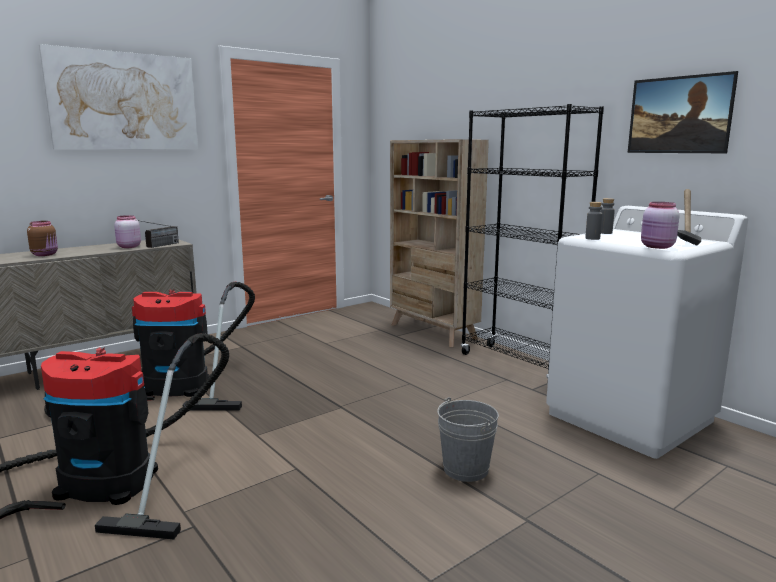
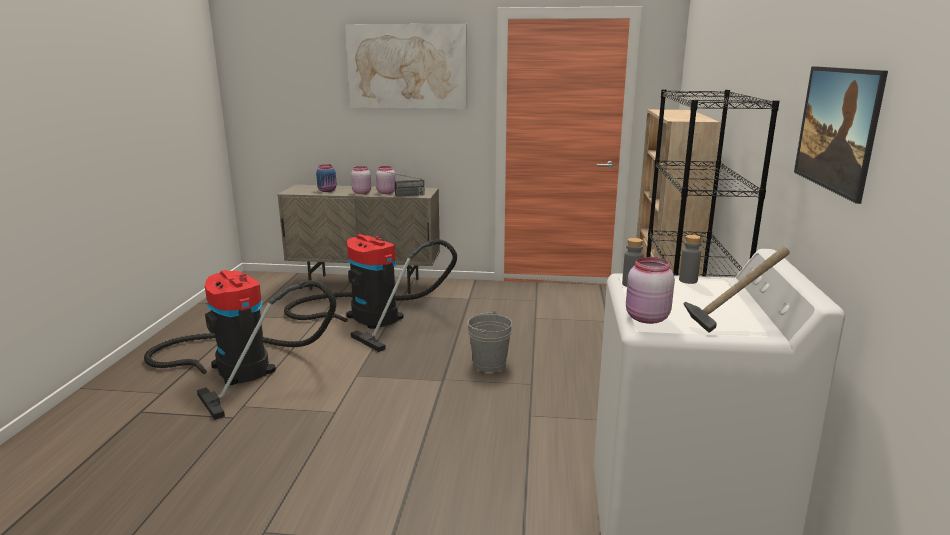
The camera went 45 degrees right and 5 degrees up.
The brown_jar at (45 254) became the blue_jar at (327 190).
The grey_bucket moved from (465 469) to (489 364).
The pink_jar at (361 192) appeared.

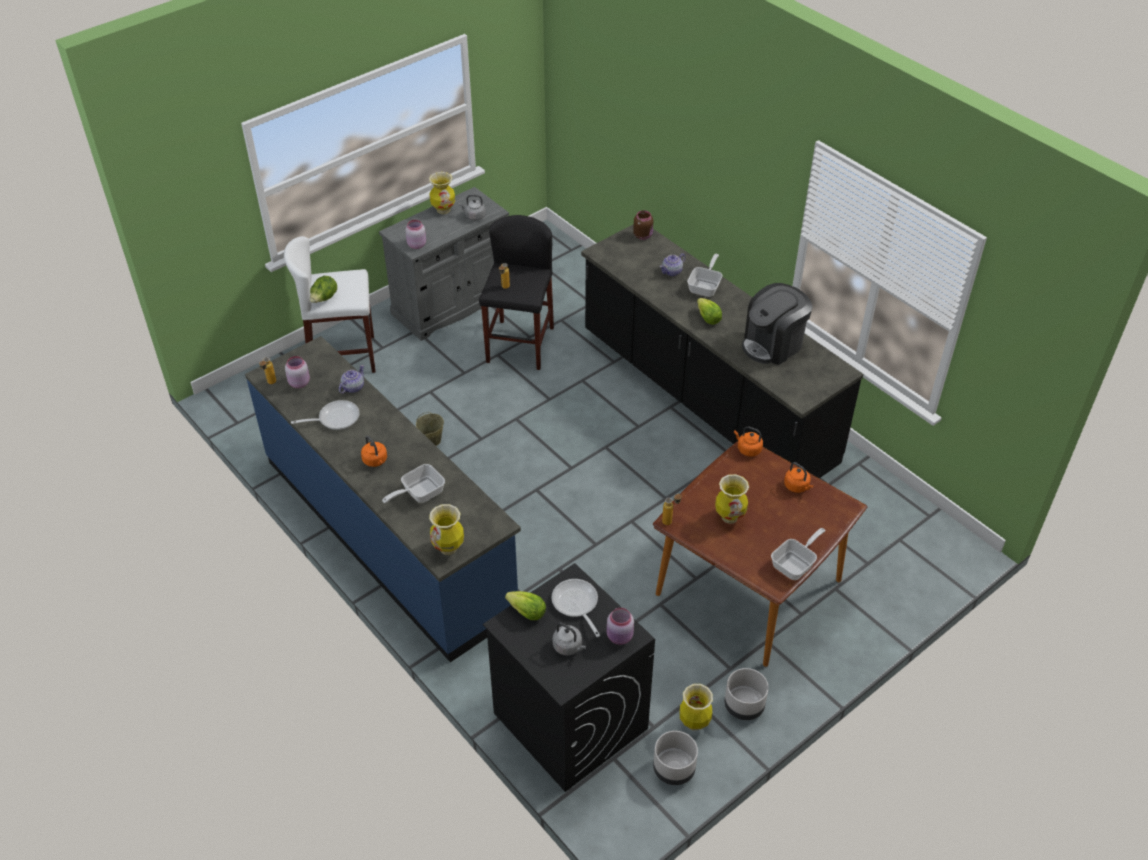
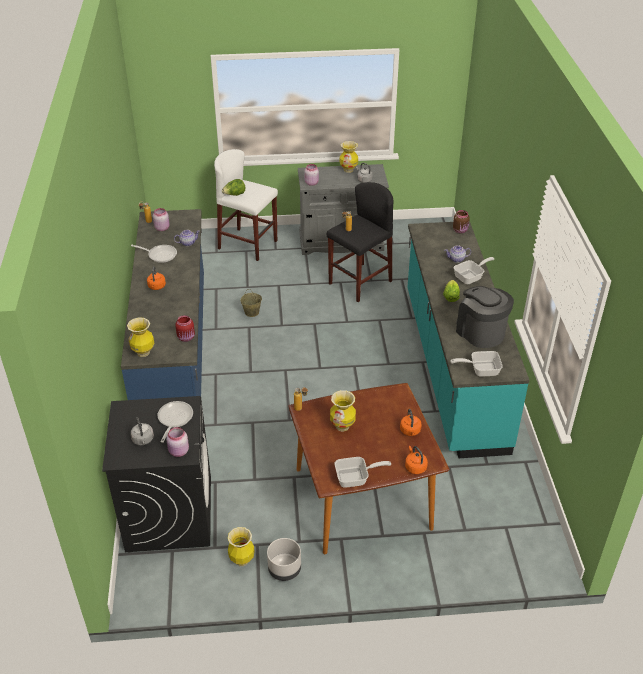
The camera went 35 degrees right and 5 degrees down.
The black_counter at (705 398) became the turquoise_counter at (452 367).
The coffee_machine at (773 344) turned 60 degrees clockwise.
The orange_kettle moved from (748 449) to (415 467).
The frying_pan moved from (419 493) to (480 370).
The lettuce at (527 612) disappeared.
The grey_planter at (673 769) disappeared.
The red_jar at (186 338) appeared.

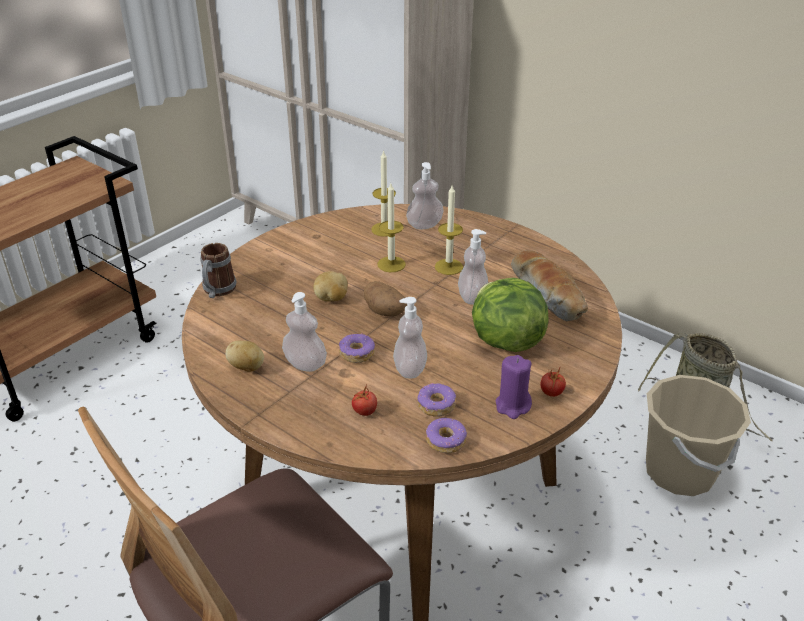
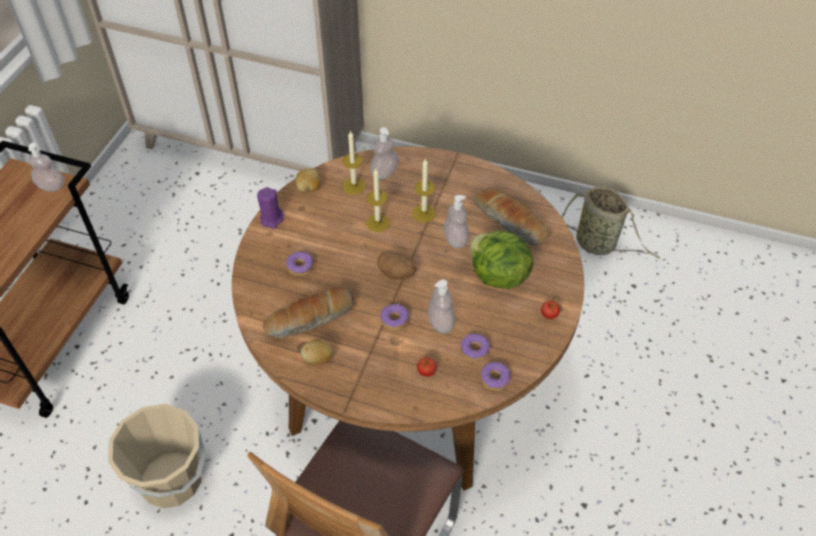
The camera went 20 degrees left and 15 degrees up.
The mug at (217 291) disappeared.
The potato moved from (331 299) to (309 188).
The soap_dispenser moved from (305 364) to (51 186).
The purple_candle moved from (512 406) to (271 219).
The beige_bucket moved from (680 472) to (171 480).
The donut at (300 267) appeared.
The bread at (311 320) appeared.

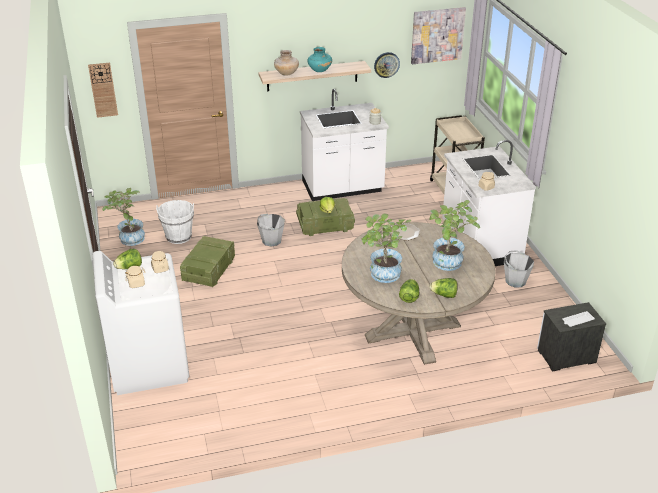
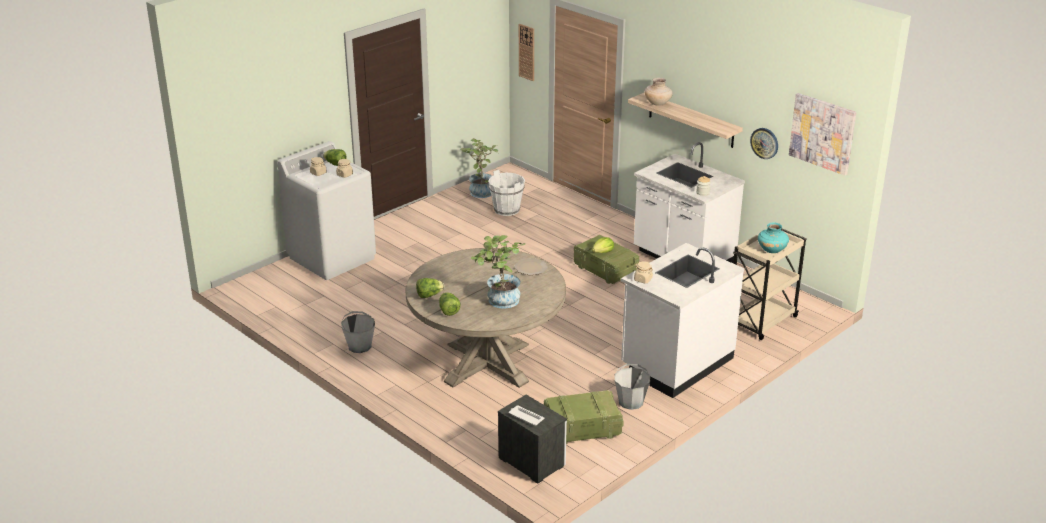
The camera went 60 degrees right and 5 degrees down.
The turquoise_vase moved from (319 70) to (771 250).
The grey_bucket moved from (271 240) to (359 346).
The potted_plant at (382 276) disappeared.
The crate moved from (209 270) to (583 428).

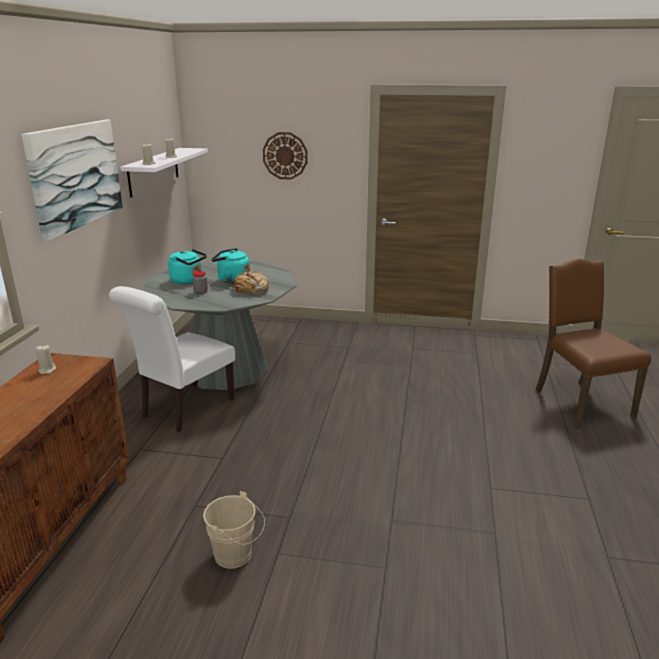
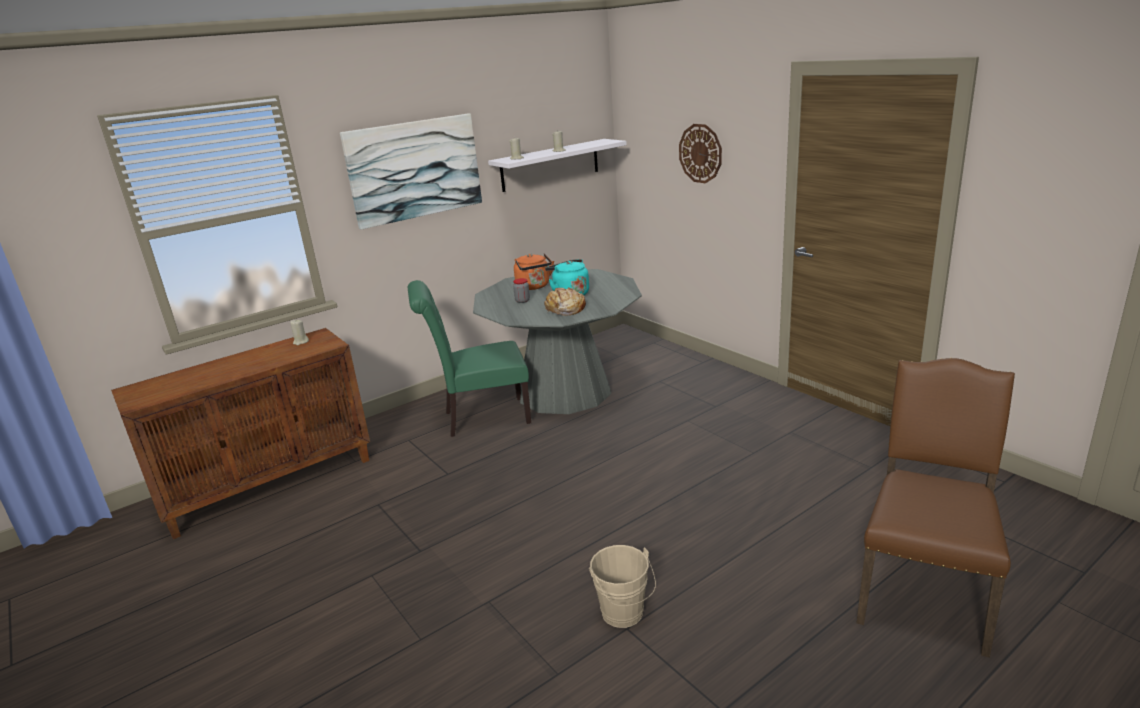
The camera went 45 degrees right and 0 degrees up.
The turquoise_kettle at (188 280) became the orange_kettle at (534 287).
The white_chair at (184 410) became the green_chair at (481 418).
The beige_bucket moved from (236 556) to (624 615).

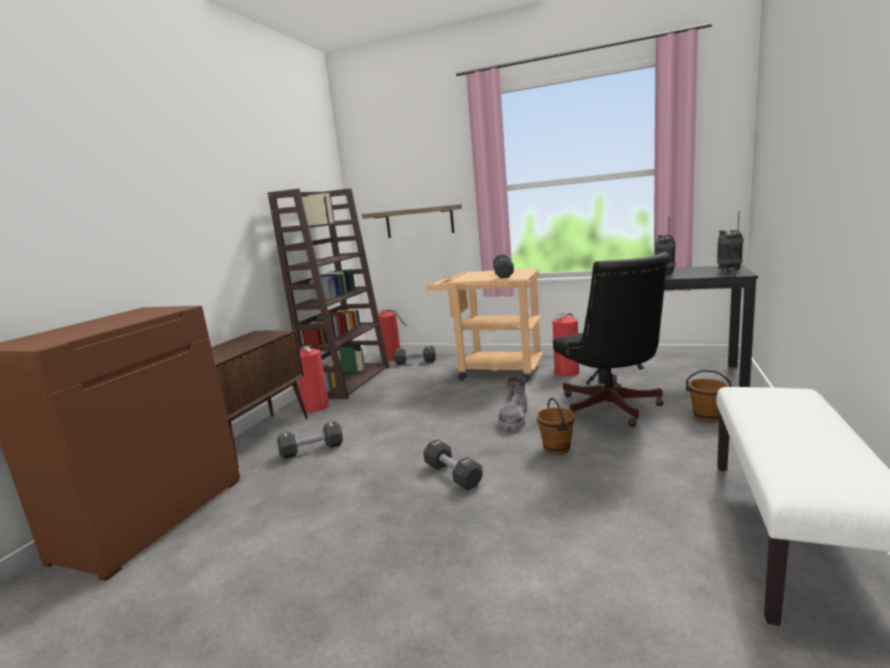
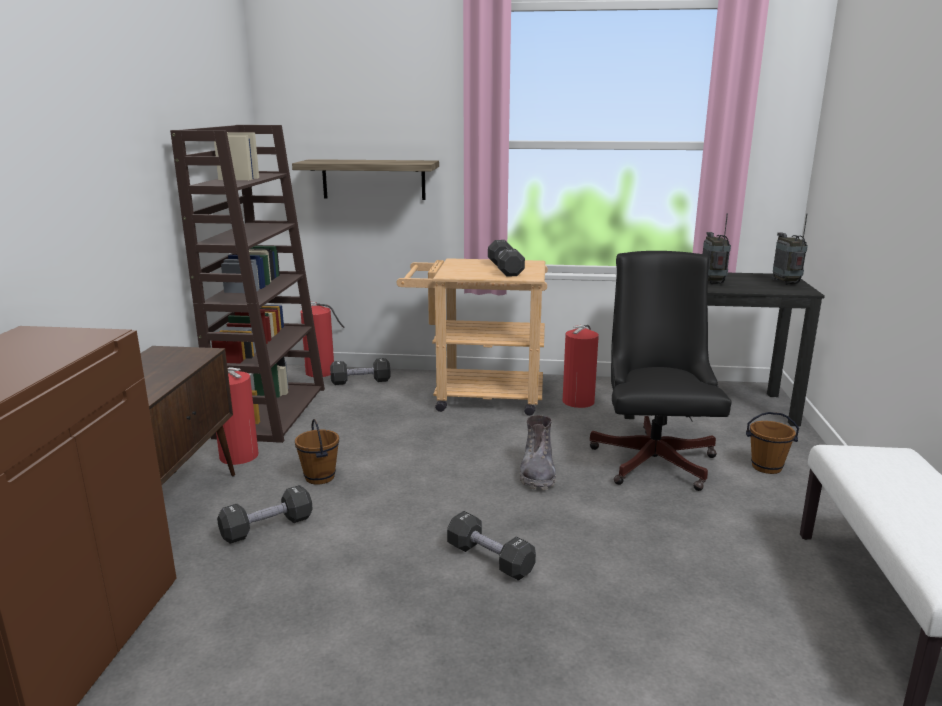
The camera went 15 degrees left and 5 degrees up.
The black_office_chair at (611 409) turned 150 degrees counterclockwise.
The brown_bucket moved from (557 449) to (320 477).

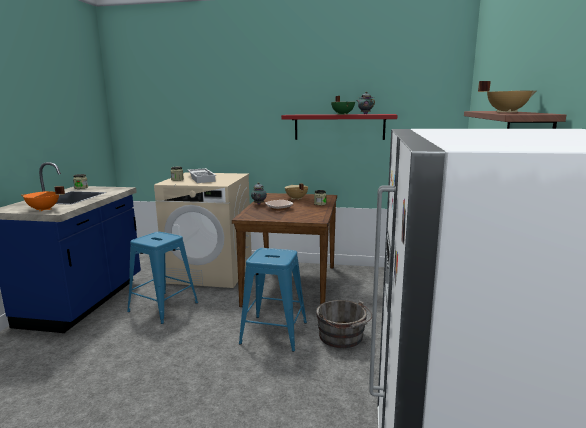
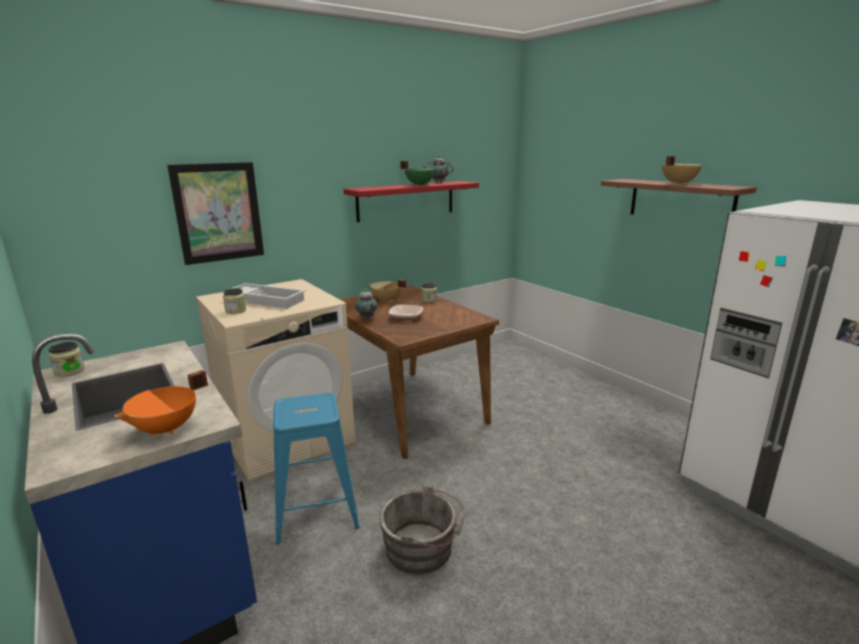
The camera went 45 degrees left and 5 degrees up.
The blue_stool at (274 332) disappeared.
The grey_bucket moved from (342 337) to (423 549).
The picture at (218 212) appeared.

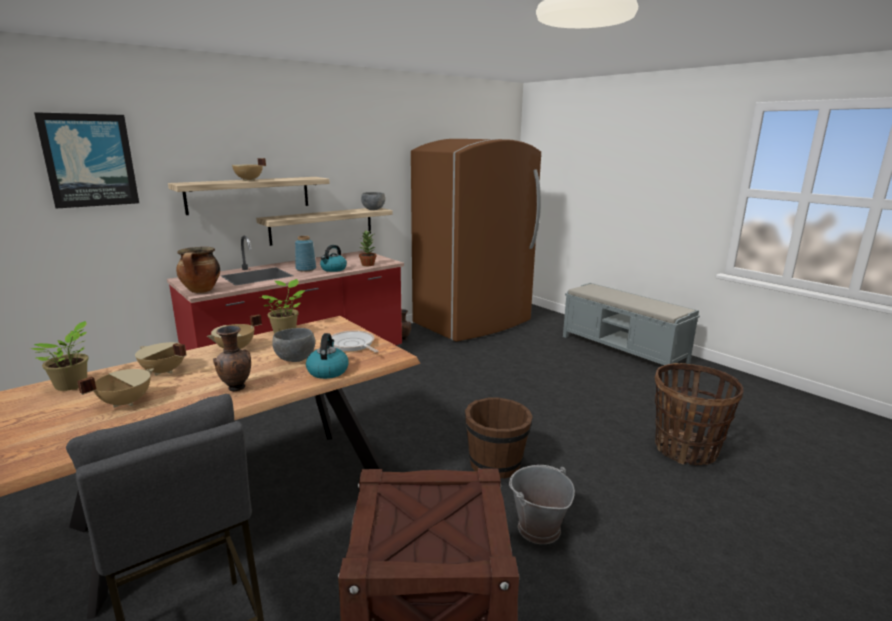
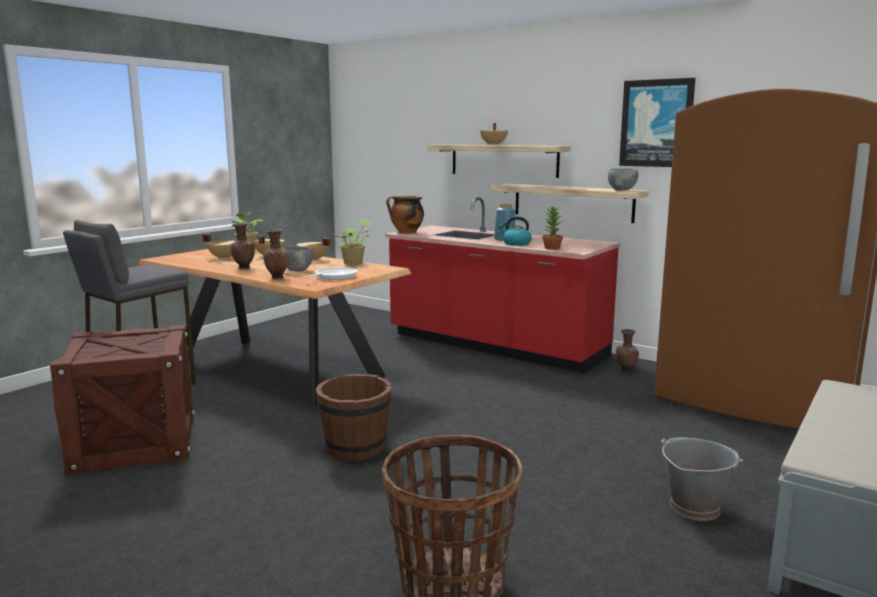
The camera went 75 degrees right and 5 degrees down.
The picture moved from (89 160) to (656 123).
The kettle at (327 371) was replaced by the brown_vase at (277 277).
The grey_bucket moved from (538 529) to (693 507).

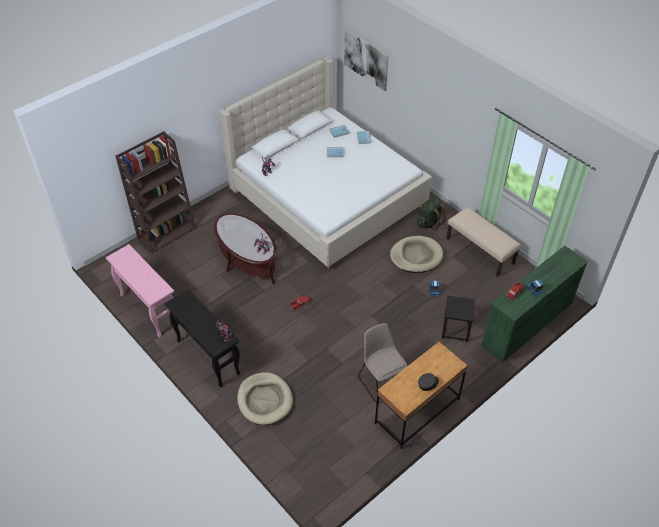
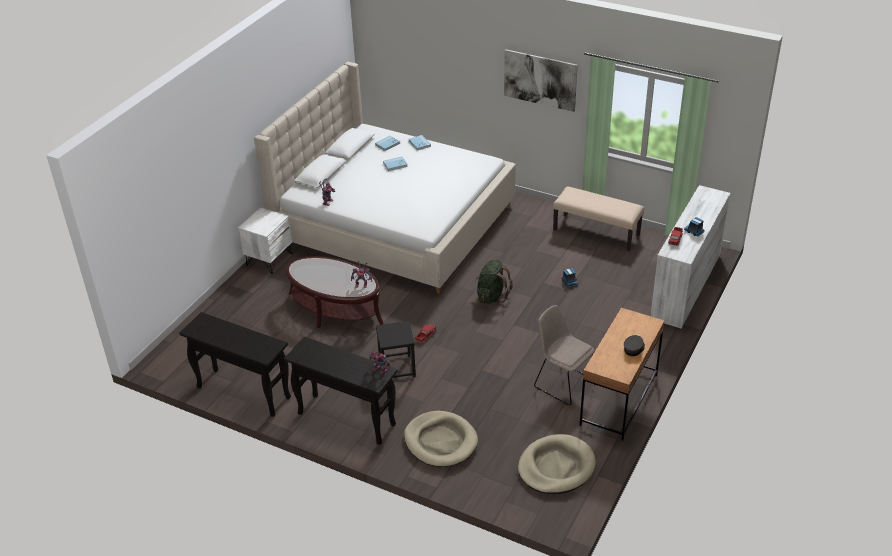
The camera went 20 degrees left and 10 degrees down.
The picture moved from (366 60) to (540 80).
The brown_bookcase at (167 233) disappeared.
The green_backpack moved from (429 222) to (491 296).
The beige_dog_bed moved from (416 256) to (556 467).
The pink_console_table at (148 310) became the black_console_table at (243 392).
The green_dresser at (526 324) became the white_dresser at (685 286).
The black_stool moved from (455 330) to (397 368).
The white_nightstand at (269 259) appeared.

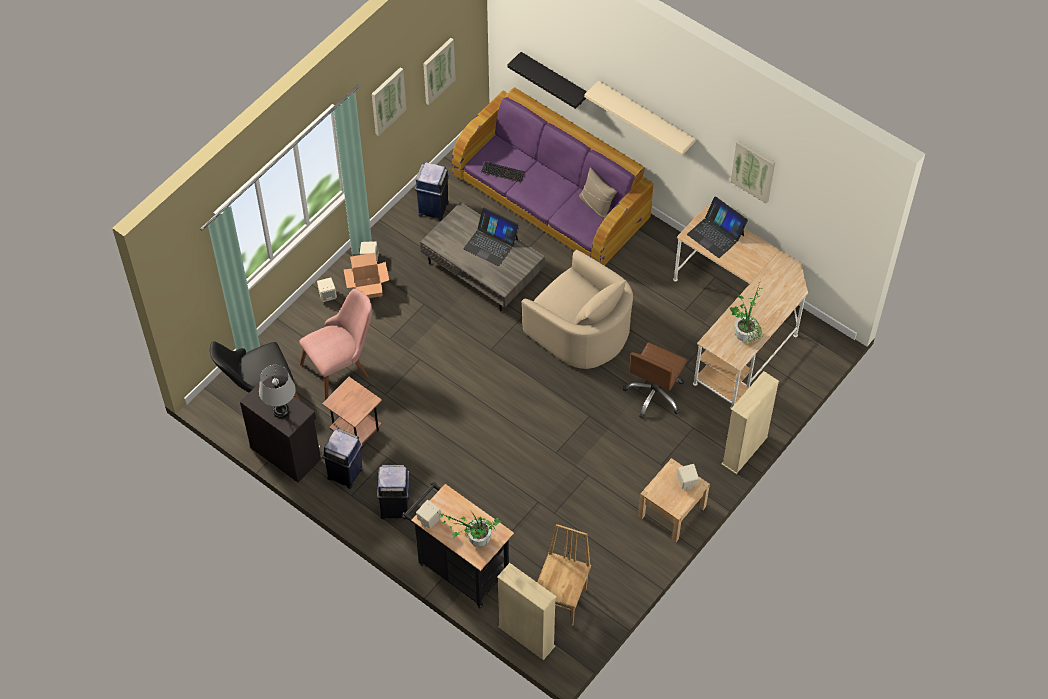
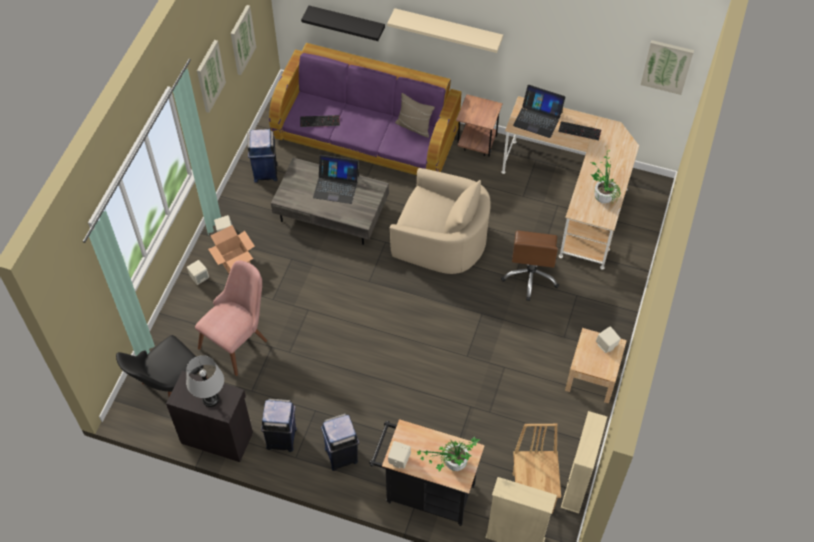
The camera went 20 degrees left and 0 degrees up.
The picture moved from (753 171) to (667 66).
The beige_bookcase moved from (744 451) to (576 485).
The brown_side_table moved from (357 431) to (477 144).
The keyboard at (580 130) appeared.

